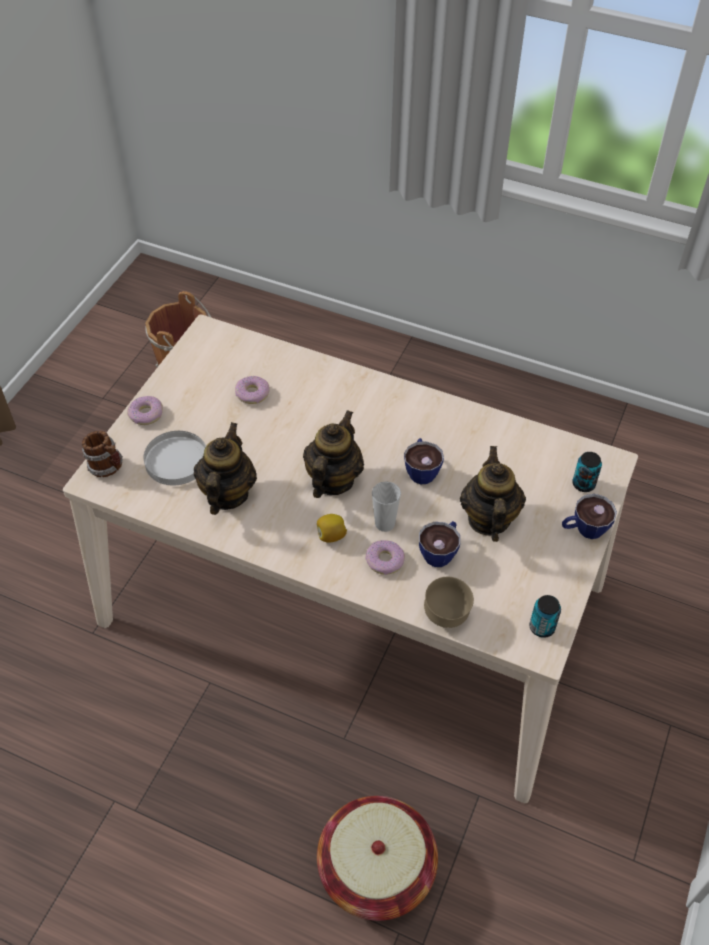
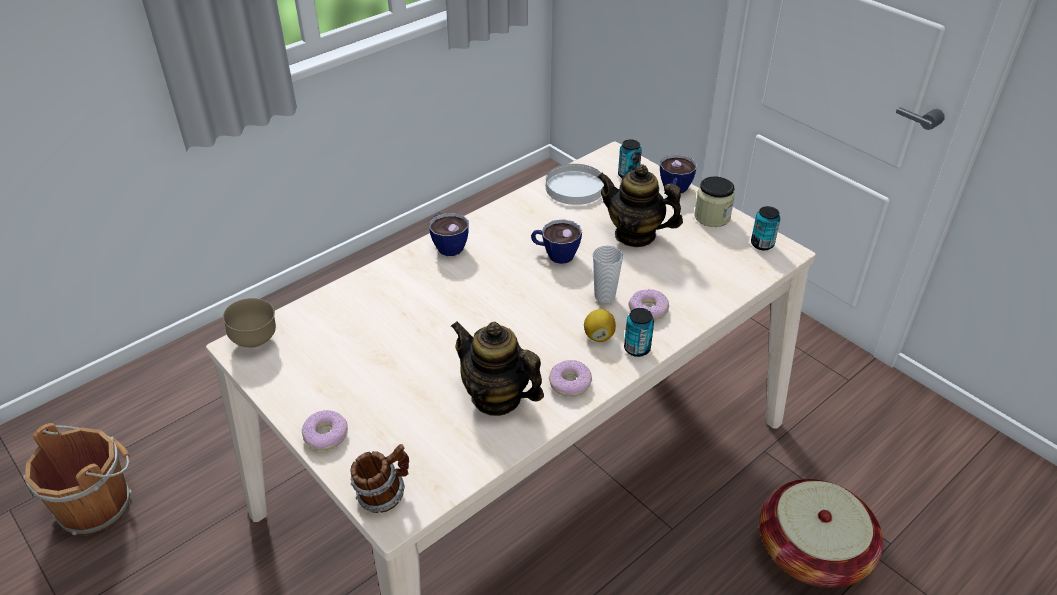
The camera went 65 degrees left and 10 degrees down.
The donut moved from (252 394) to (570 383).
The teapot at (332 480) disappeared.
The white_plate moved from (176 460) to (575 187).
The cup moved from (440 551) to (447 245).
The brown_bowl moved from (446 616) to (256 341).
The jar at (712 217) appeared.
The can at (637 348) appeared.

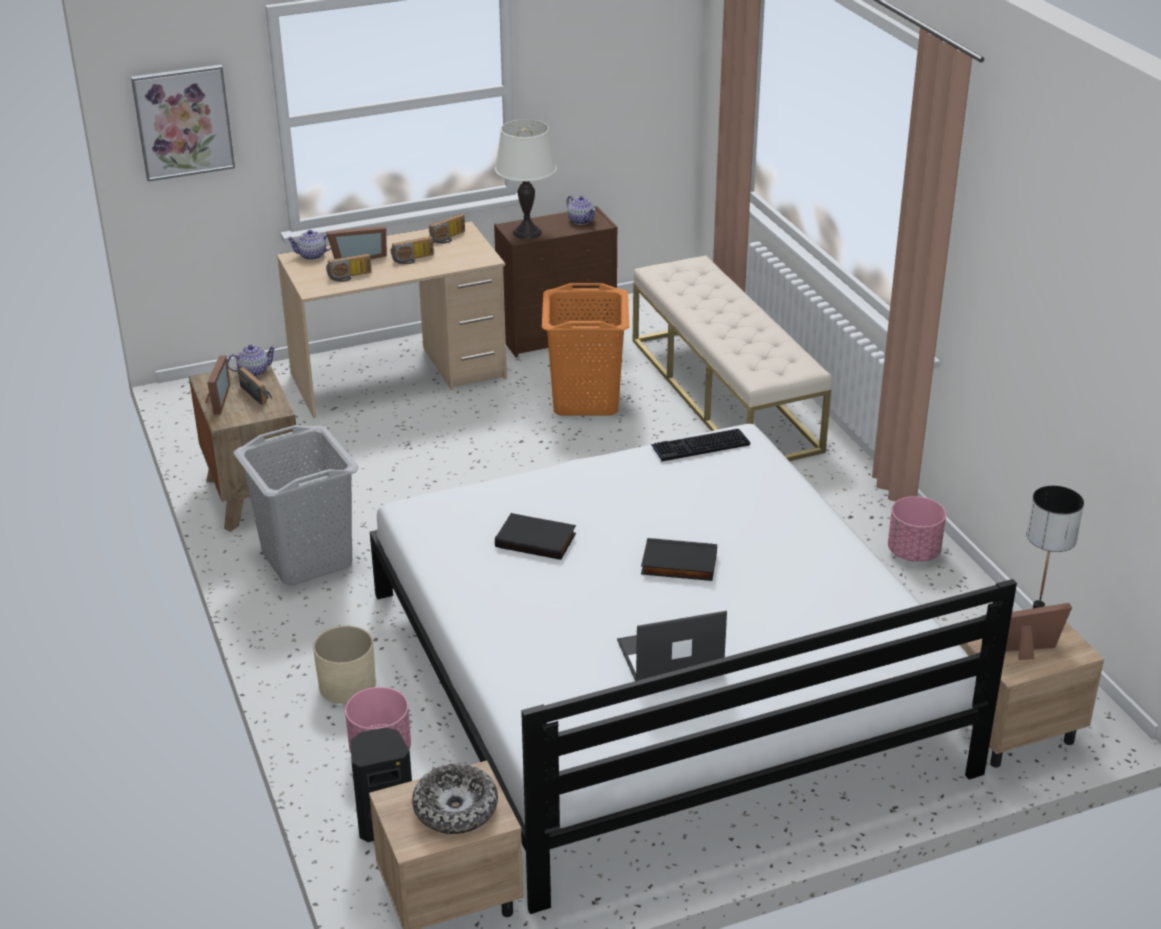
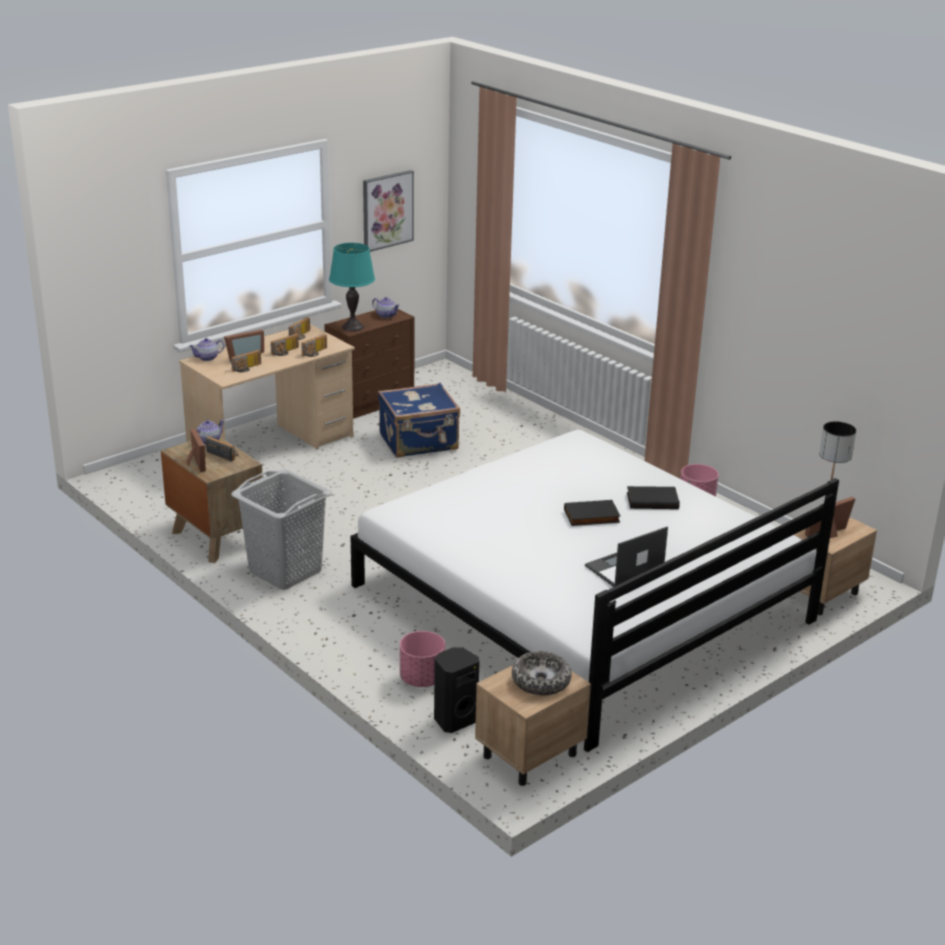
The camera went 20 degrees left and 5 degrees down.
The picture moved from (183 122) to (387 210).
The white_table_lamp at (527 232) became the turquoise_table_lamp at (352 327).
The beige_bench at (724 394) disappeared.
The orange_laundry_basket at (586 400) was replaced by the blue_suitcase at (419 442).
The keyboard at (700 446) disappeared.
The black_book moved from (536 539) to (652 500).
The beige_planter at (346 685) disappeared.
The radio at (315 353) appeared.

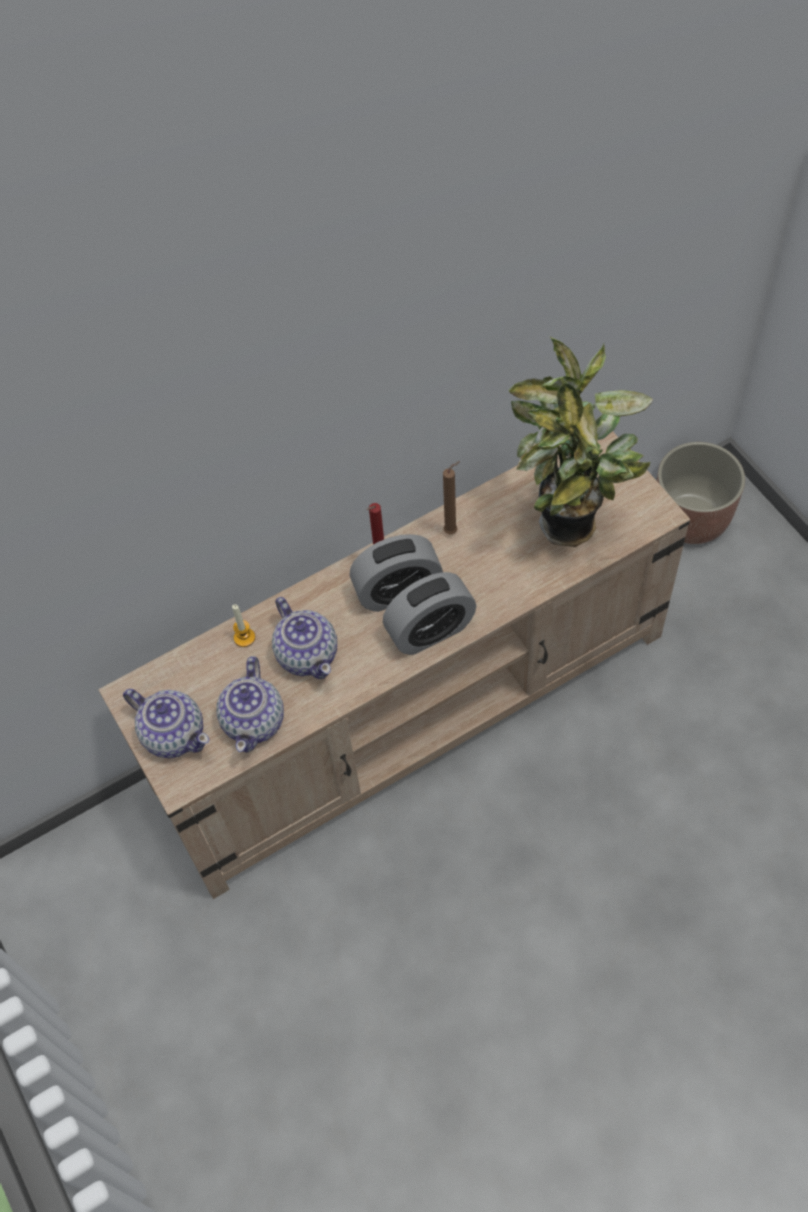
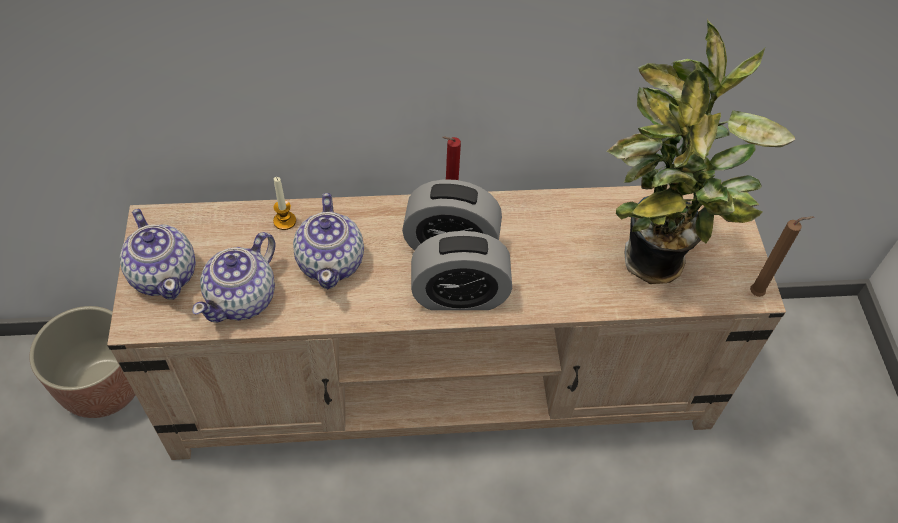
The camera went 20 degrees right and 5 degrees down.
The planter moved from (690 517) to (104 385).
The brown_candle moved from (452 531) to (758 294).

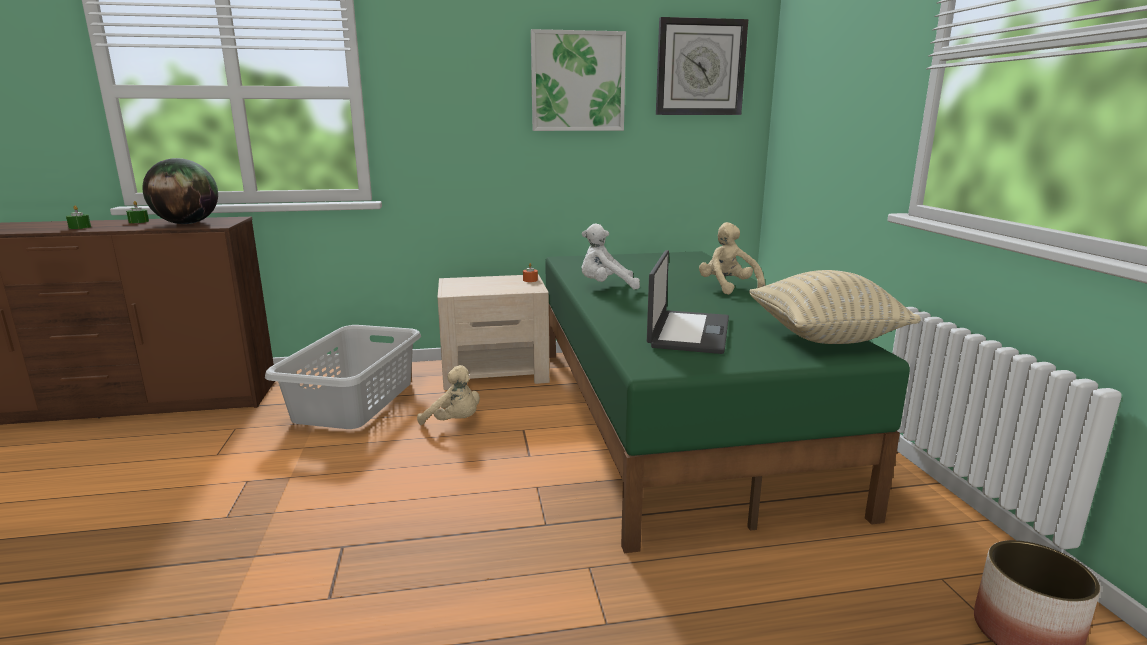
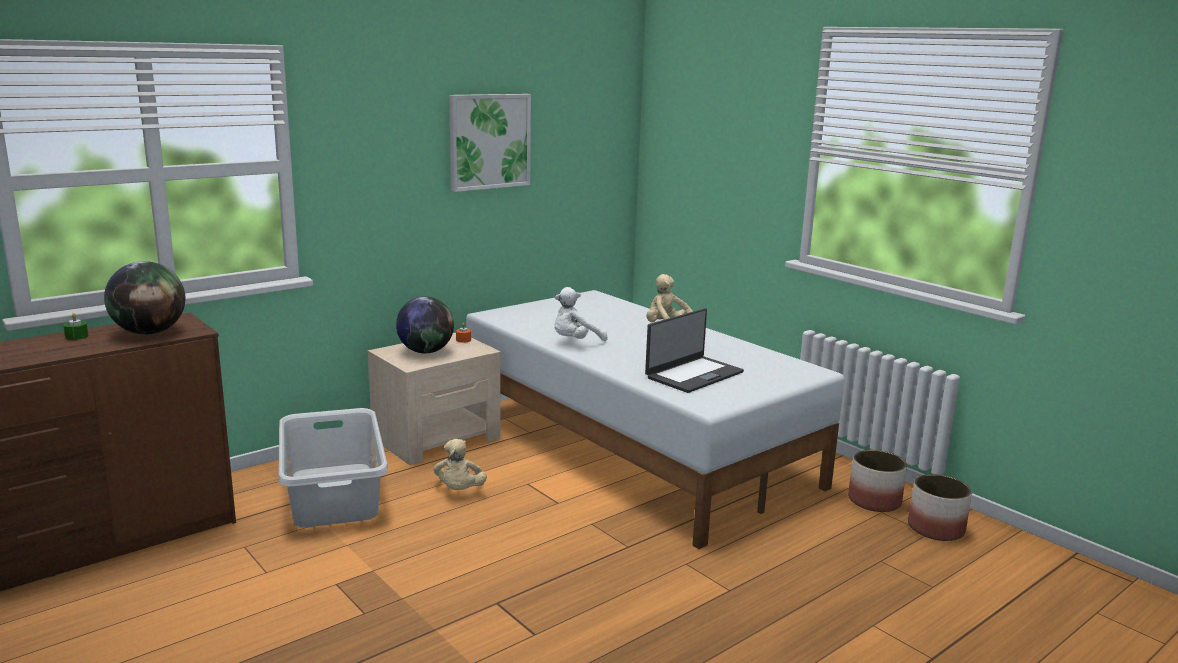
The camera went 30 degrees left and 0 degrees up.
The wall_clock at (700 67) disappeared.
The green_candle at (80 227) disappeared.
The laptop at (688 332) turned 60 degrees clockwise.
The green_bed at (673 417) became the white_bed at (634 447).
The beige_pillow at (824 337) disappeared.
The beige_plush_toy at (454 422) turned 90 degrees clockwise.
The globe at (425 351) appeared.
The planter at (874 501) appeared.

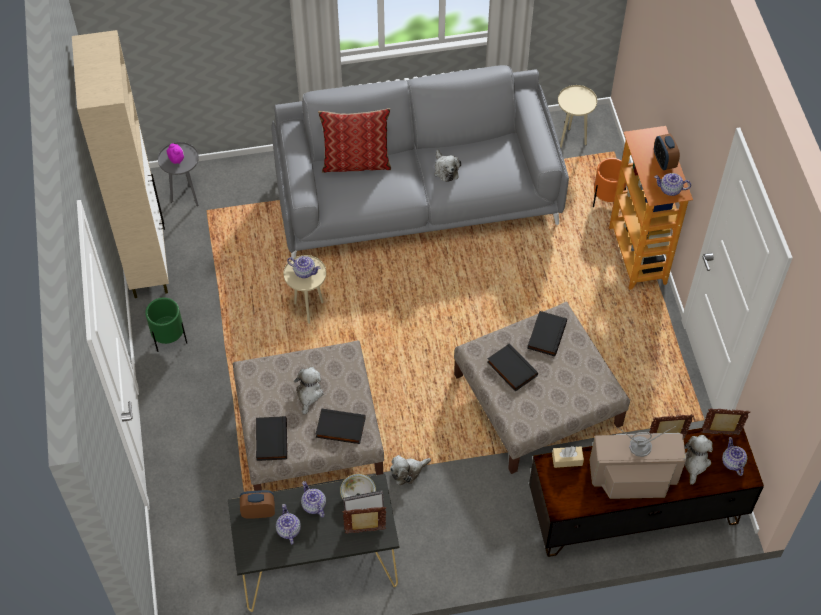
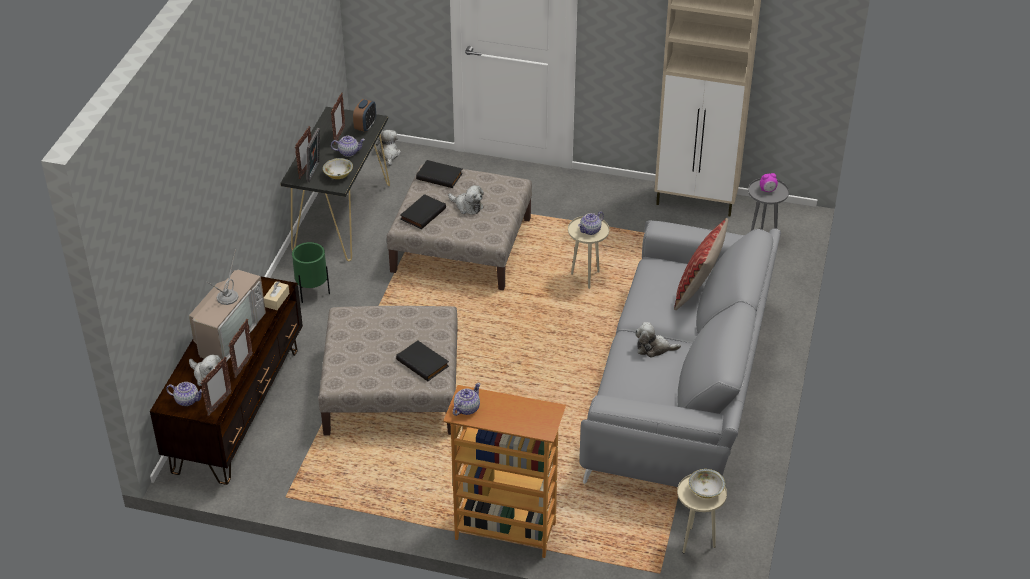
The camera went 115 degrees right and 15 degrees down.
The alarm_clock at (664 161) disappeared.
The orange_planter at (607 202) disappeared.
The green_planter moved from (170 341) to (312 293).
The black_book at (511 369) disappeared.
The plush_toy moved from (408 472) to (389 155).
The teapot at (288 530) was replaced by the picture_frame at (339 136).
The bowl at (705 491) appeared.

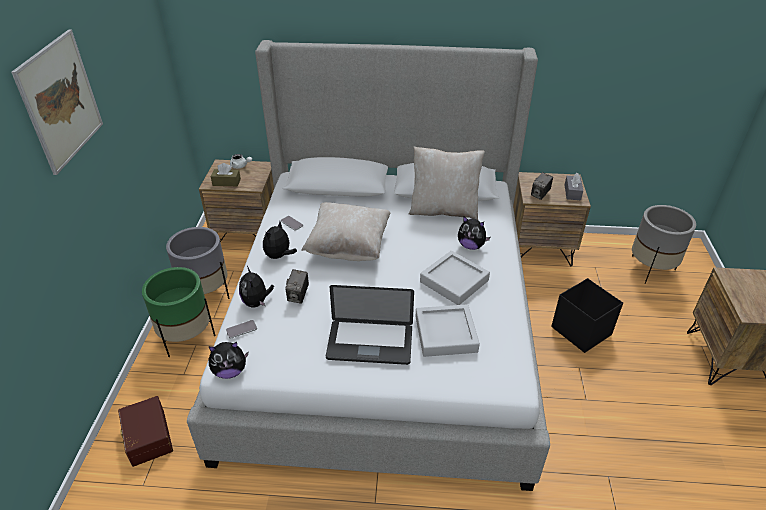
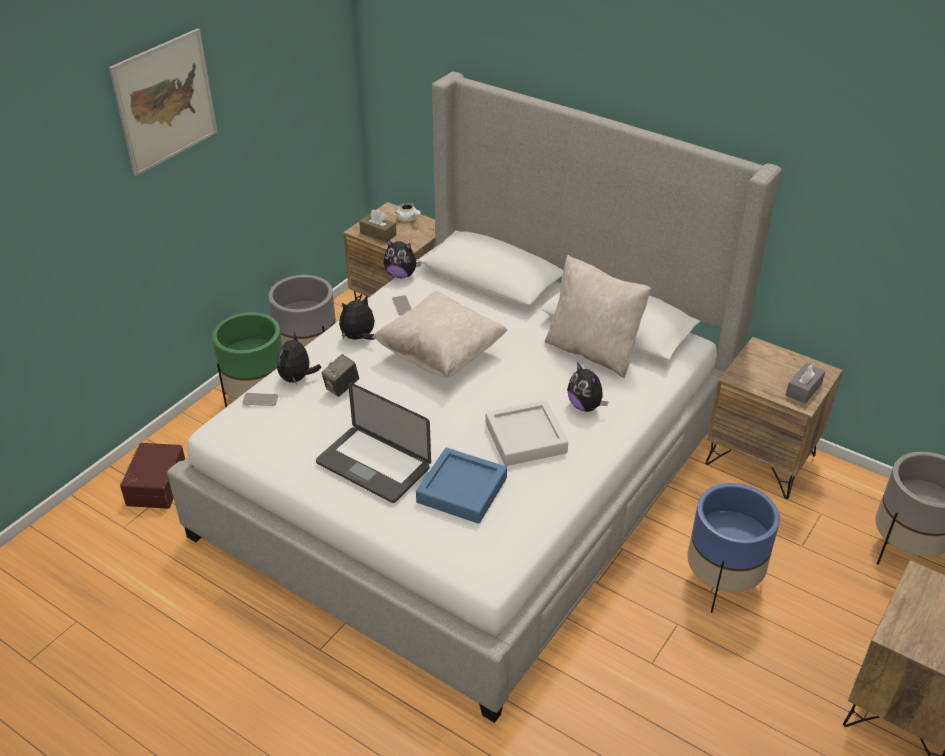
The camera went 30 degrees right and 0 degrees up.
The photo_camera at (540 194) disappeared.
The black_storage_box at (580 330) was replaced by the blue_planter at (722 582).
The grey_tray at (445 334) became the blue_tray at (462 490).
The plush_toy moved from (230 371) to (401 275).

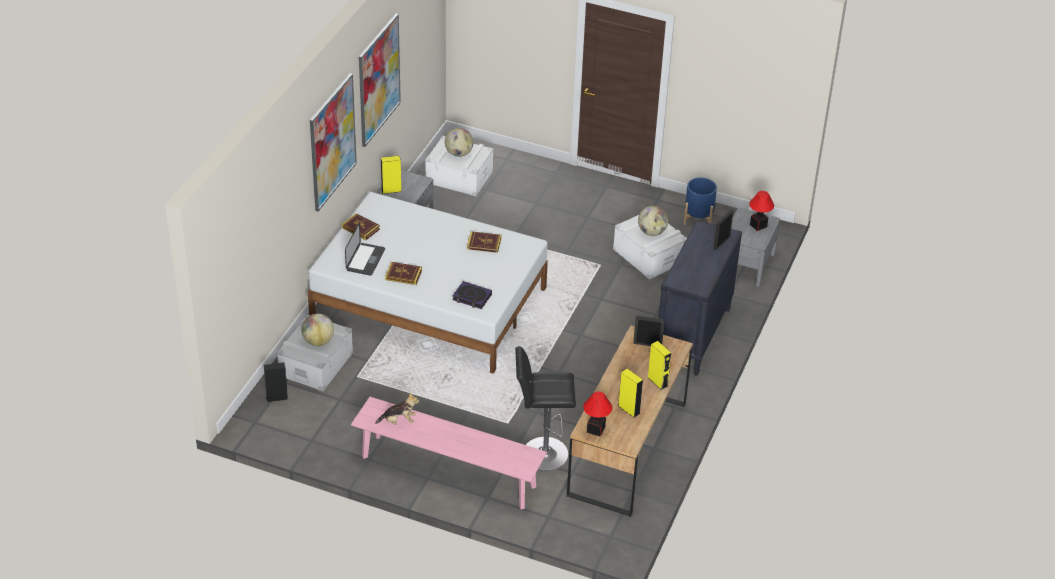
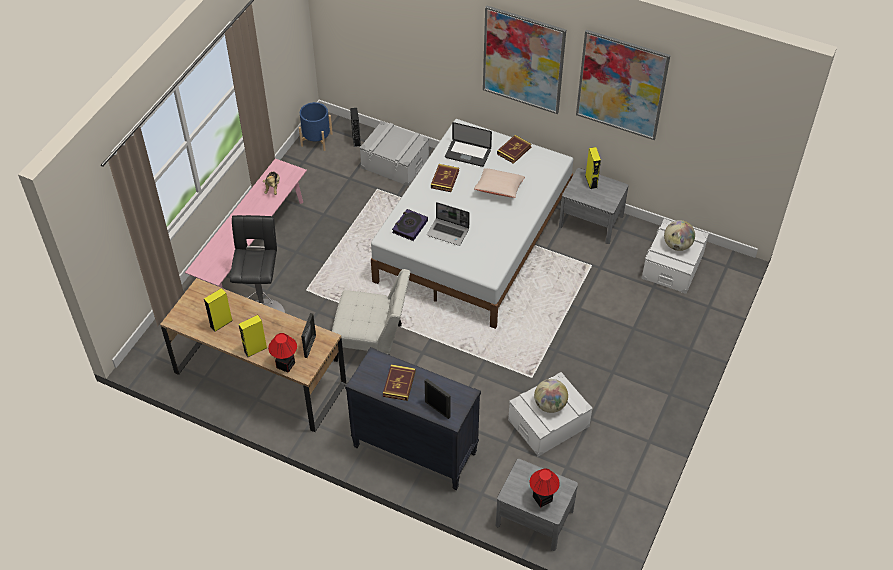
The camera went 95 degrees right and 10 degrees up.
The blue_planter moved from (698 218) to (316 140).
The book moved from (484 244) to (399 384).
The globe at (318 341) disappeared.
The table_lamp moved from (596 429) to (285 365).
The beige_pillow at (499 188) appeared.
The laptop at (448 232) appeared.
The white_chair at (373 343) appeared.

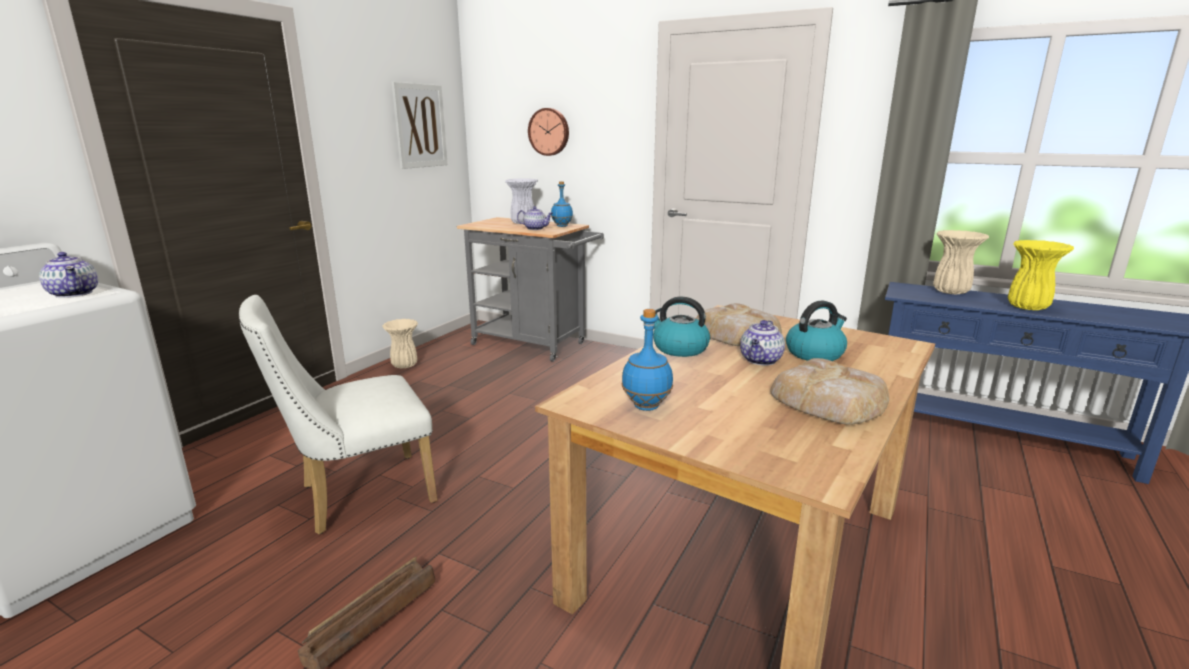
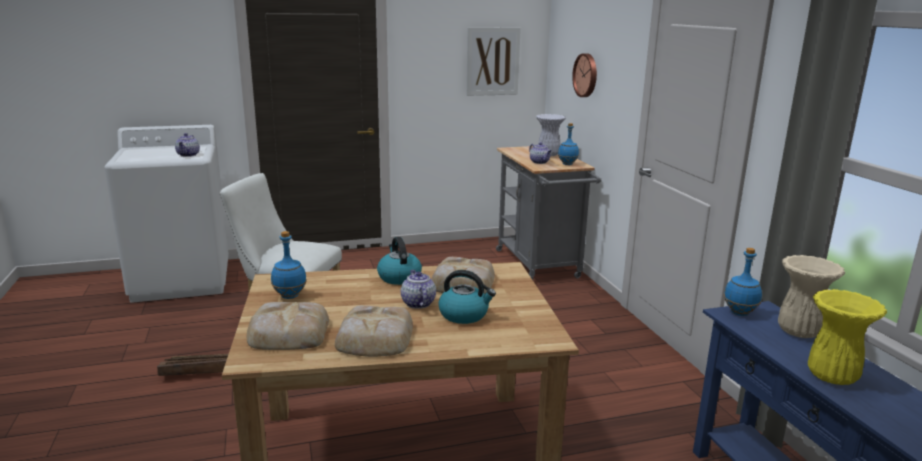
The camera went 45 degrees right and 0 degrees up.
The beige_vase at (405 365) disappeared.
The teapot at (761 360) turned 90 degrees clockwise.
The blue_bottle at (739 312) appeared.
The bread at (287 332) appeared.

